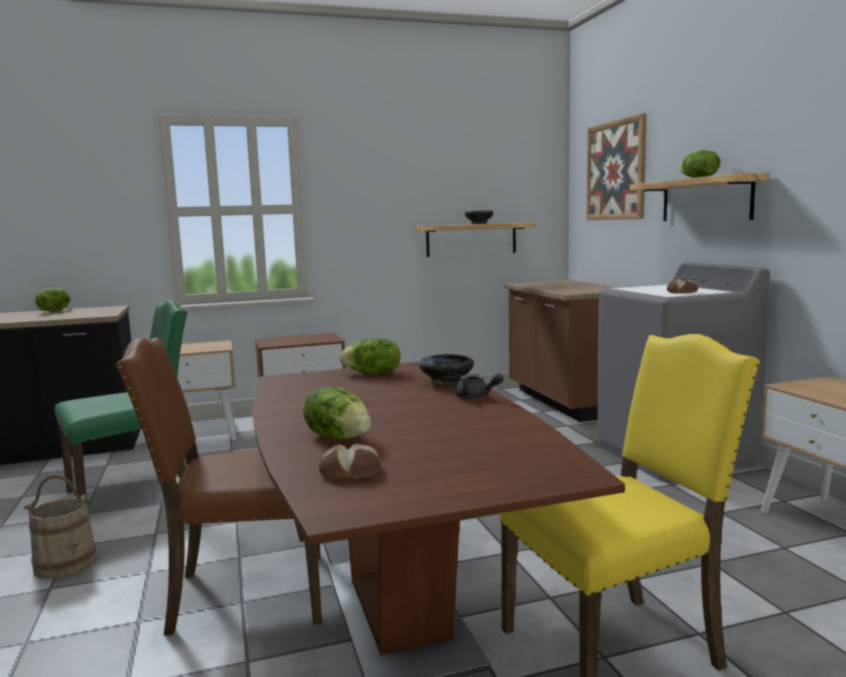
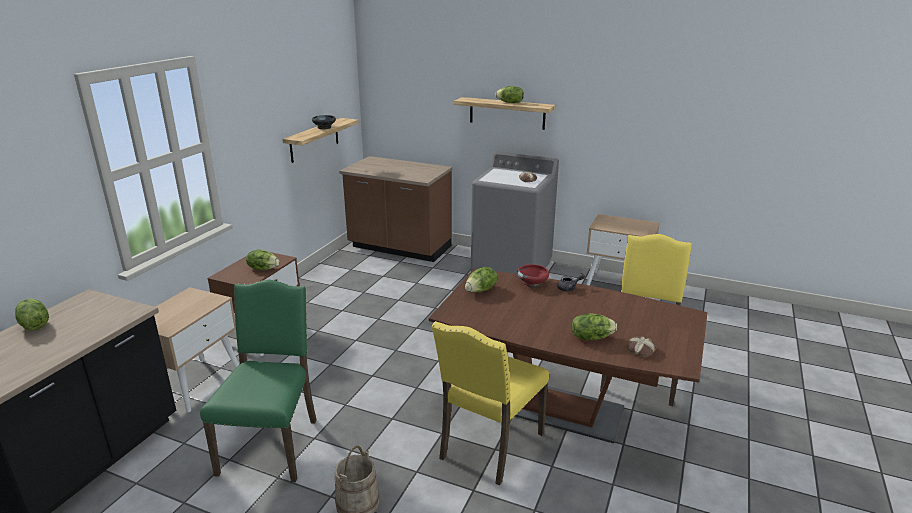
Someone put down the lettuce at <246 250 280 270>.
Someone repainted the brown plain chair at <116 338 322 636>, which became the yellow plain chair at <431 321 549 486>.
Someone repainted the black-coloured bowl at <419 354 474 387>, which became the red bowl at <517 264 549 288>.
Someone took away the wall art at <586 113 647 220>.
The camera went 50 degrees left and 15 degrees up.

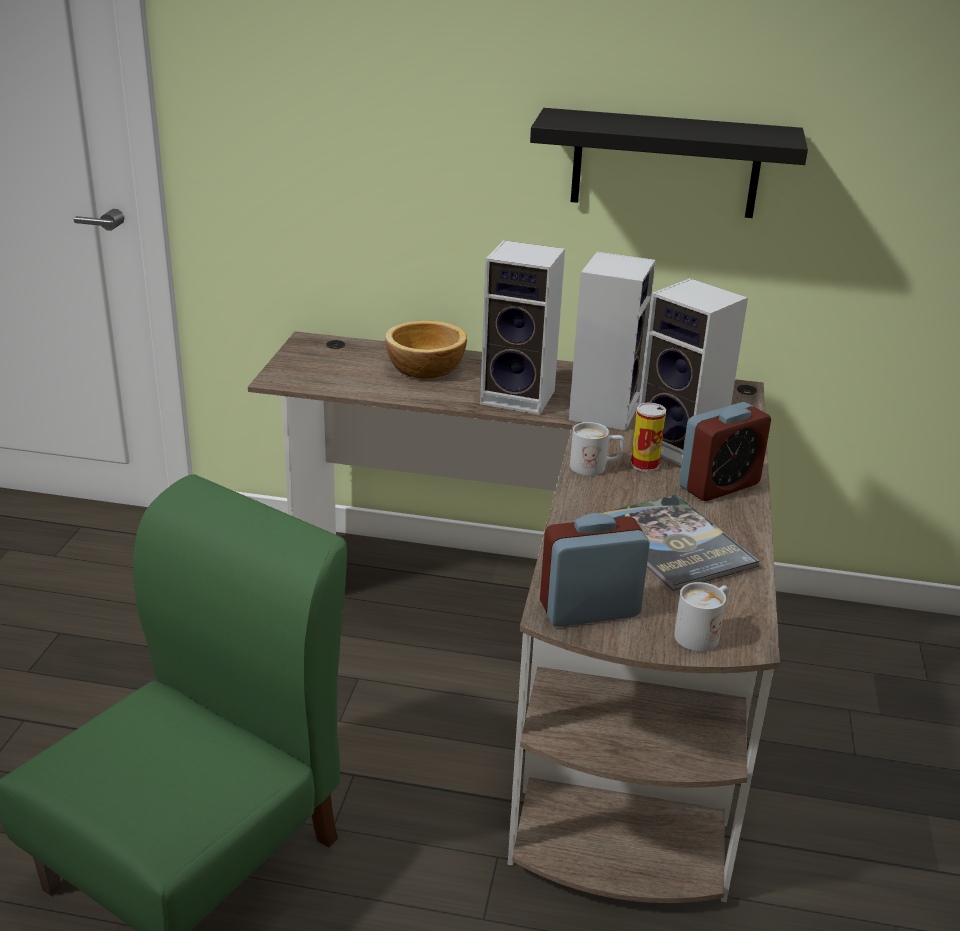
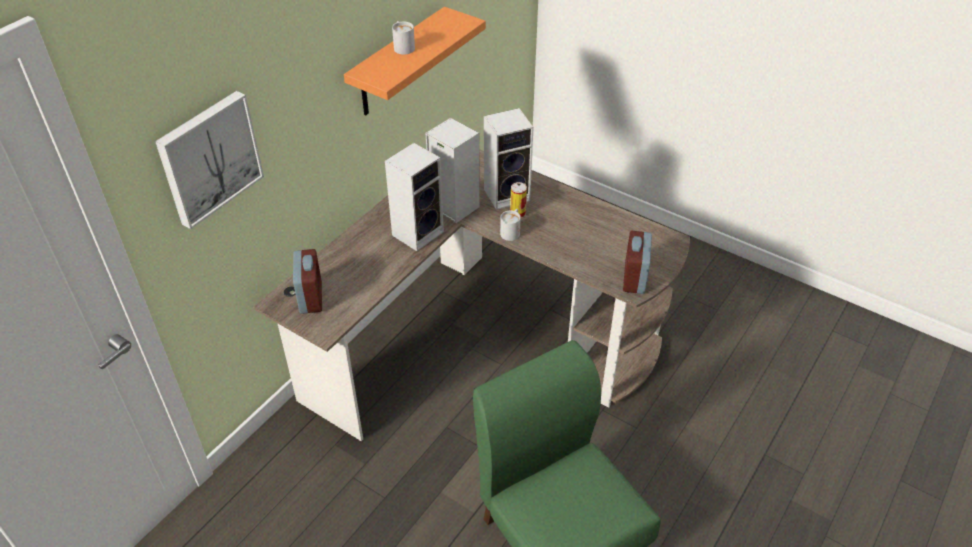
Someone put up the wall art at <155 91 264 229>.
Someone carried the bedside clock from <679 402 771 501> to <293 249 322 314>.
Someone repainted the black-coloured shelf at <530 108 808 218>, which became the orange shelf at <344 7 486 116>.
Someone carried the whitish tea mug from <674 582 728 651> to <392 21 415 55>.
Someone took away the bowl at <385 320 467 379>.
Someone took away the bound book at <602 495 759 591>.
The camera went 65 degrees left and 15 degrees up.

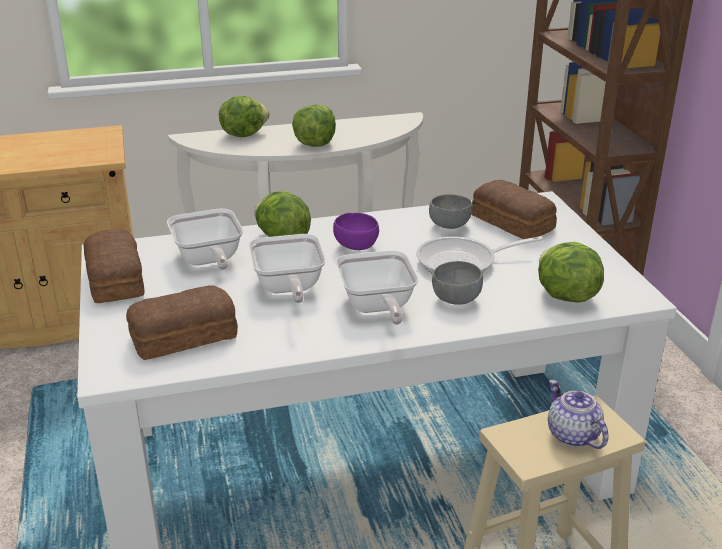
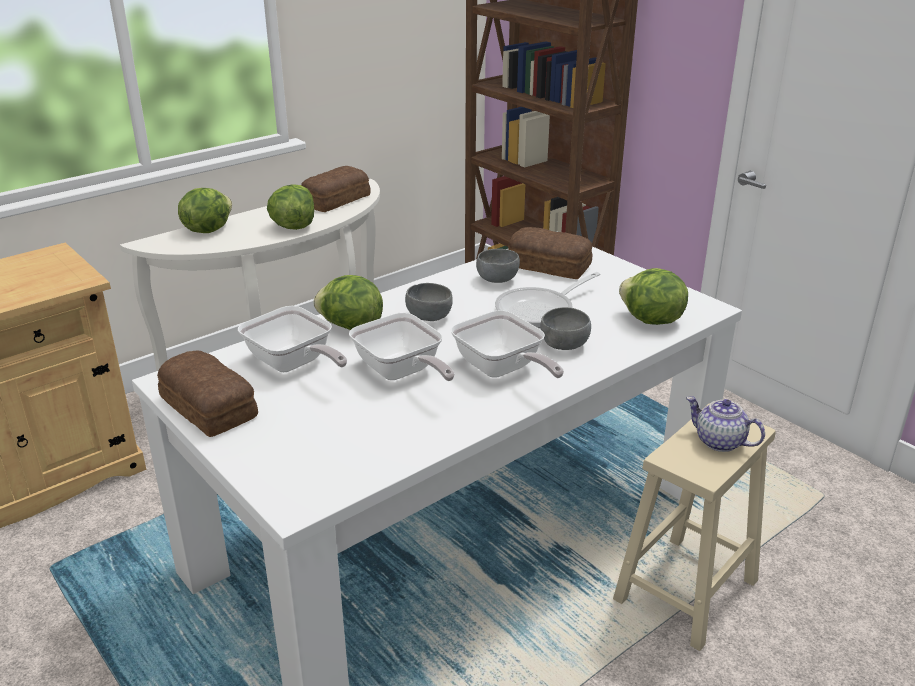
Someone carried the bread from <126 285 238 360> to <301 166 371 212>.
Someone repainted the purplish bowl at <333 213 379 250>, which became the gray bowl at <405 283 453 321>.
The camera went 25 degrees left and 0 degrees up.

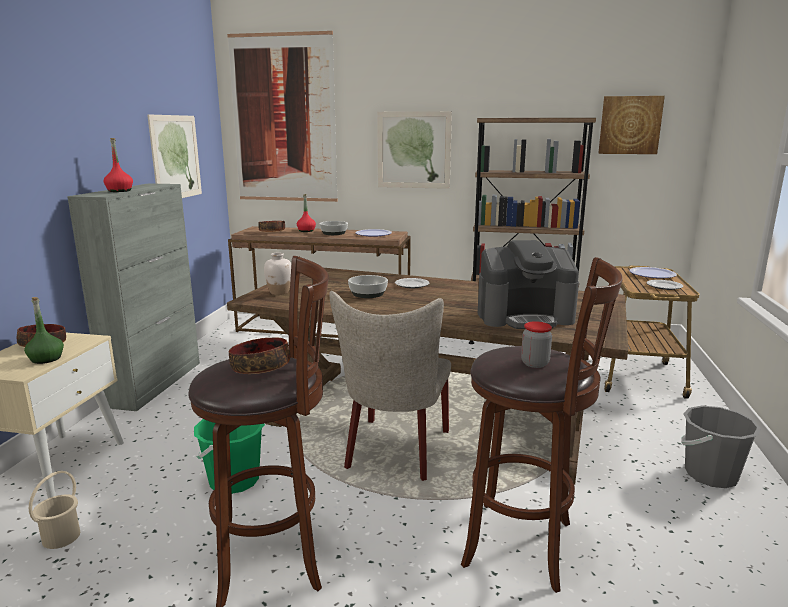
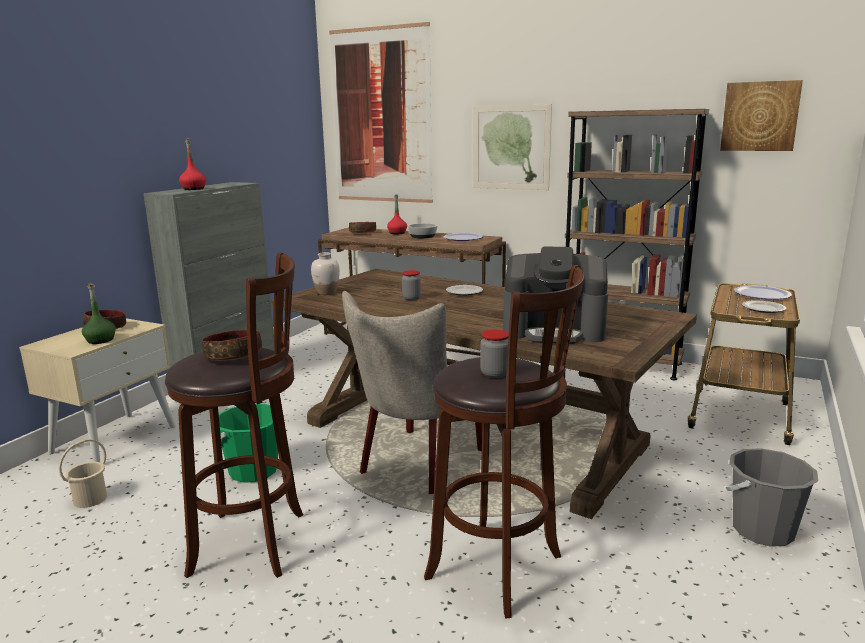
Someone swapped the bowl at <348 275 388 298> for the preserve jar at <402 270 421 300>.
Someone took away the wall art at <147 114 202 198>.
The camera went 15 degrees right and 0 degrees up.

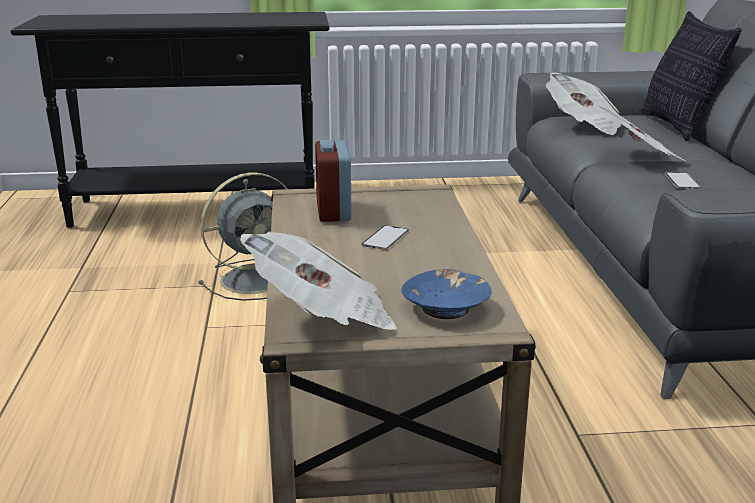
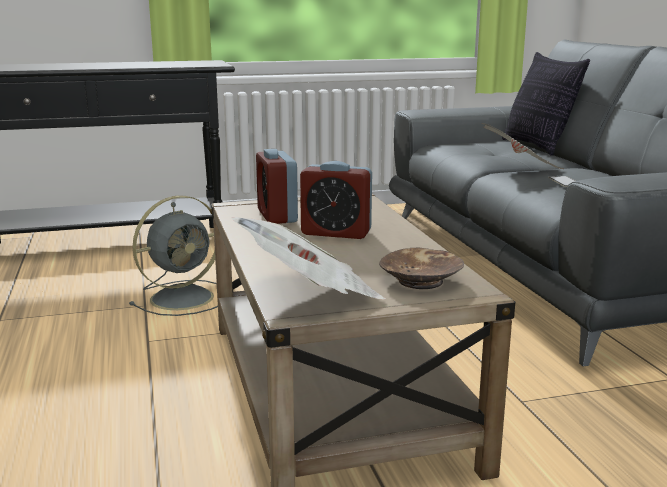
Someone swapped the handset at <362 225 409 250> for the bedside clock at <300 161 372 239>.
Someone repainted the bluish bowl at <401 269 492 319>, which became the brown bowl at <379 248 464 289>.
Someone took away the newspaper at <546 72 621 135>.
The camera went 10 degrees left and 5 degrees down.

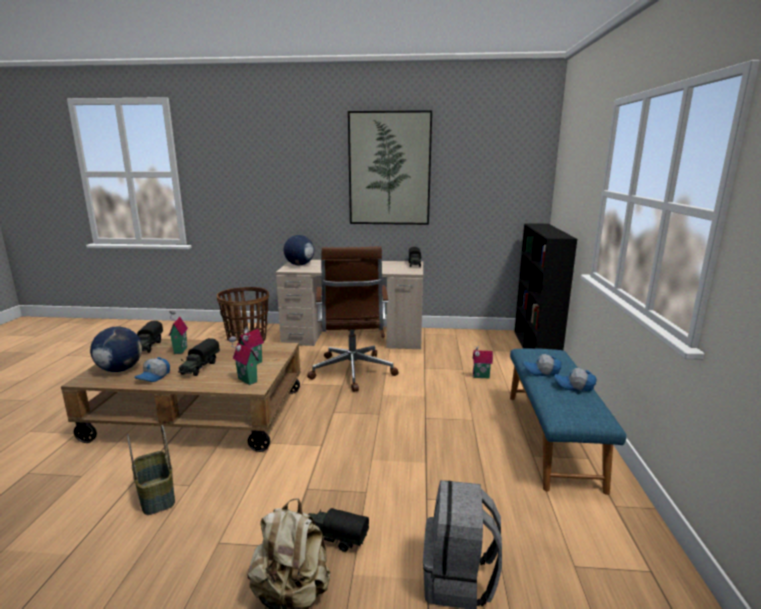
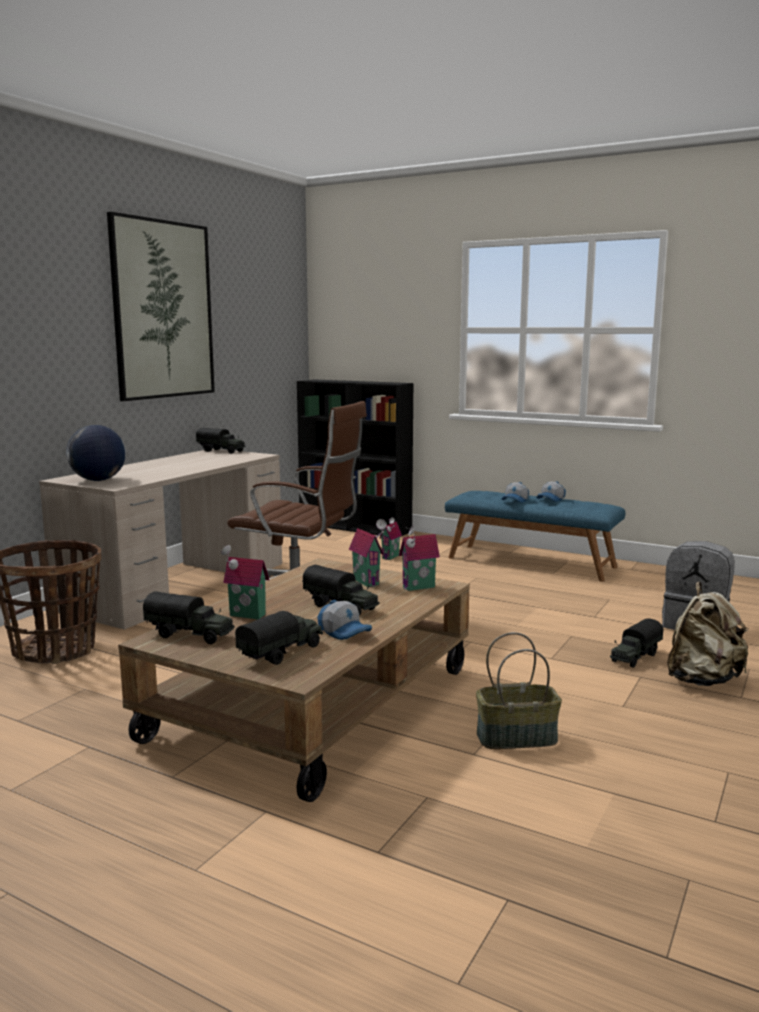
Someone swapped the desk globe at <90 327 142 372> for the model truck at <235 611 323 665>.
The camera went 65 degrees left and 5 degrees down.

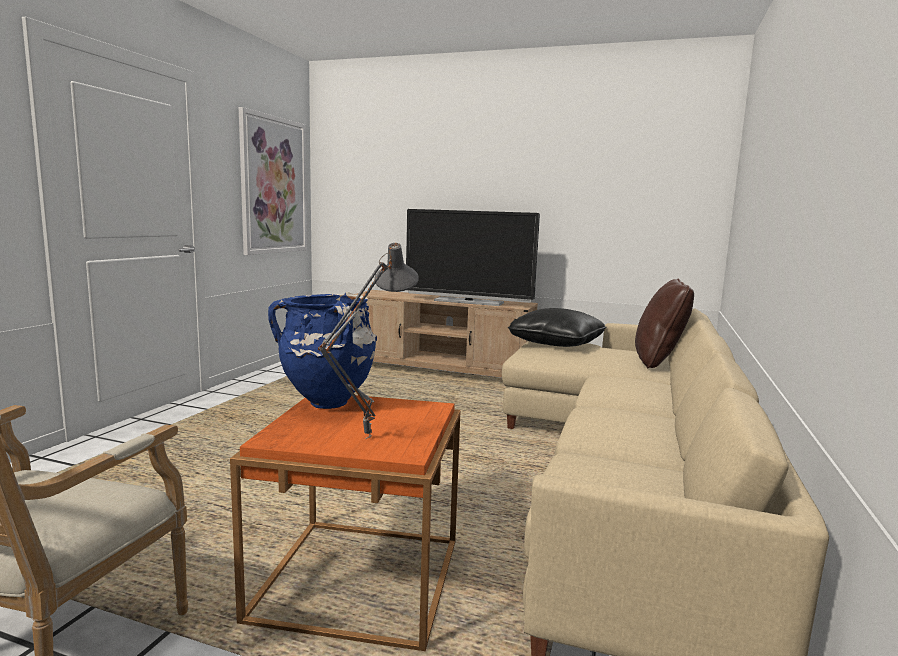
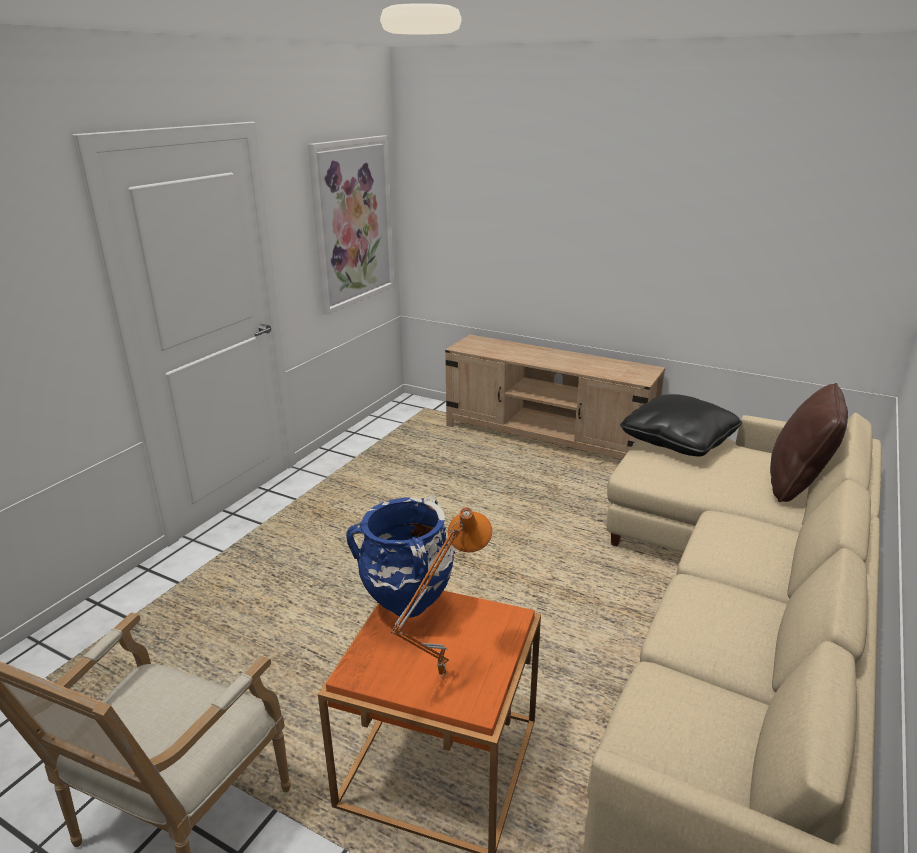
Someone repainted the gray tabletop lamp at <318 243 419 439>, which became the orange tabletop lamp at <391 507 492 679>.
Someone took away the TV set at <406 209 540 306>.
The camera went 10 degrees right and 15 degrees up.

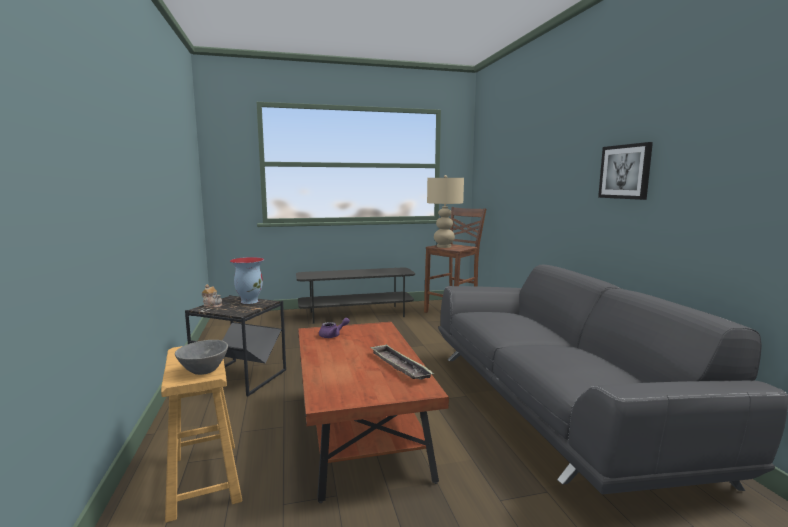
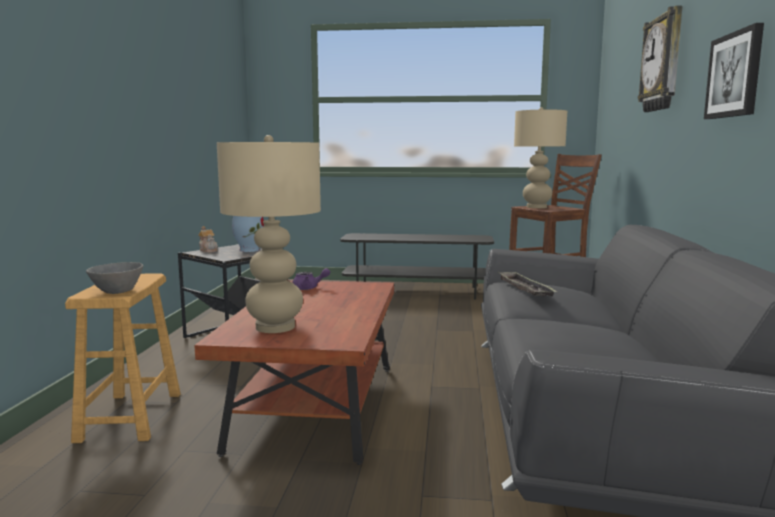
Someone put down the beige tabletop lamp at <217 135 321 333>.
Someone carried the carrying tray from <370 344 434 380> to <497 272 558 296>.
Someone put up the wall clock at <638 5 683 112>.
The camera went 20 degrees right and 0 degrees up.

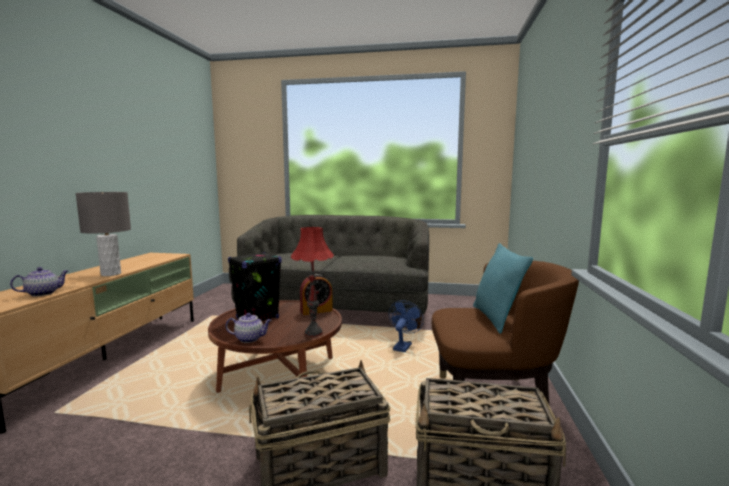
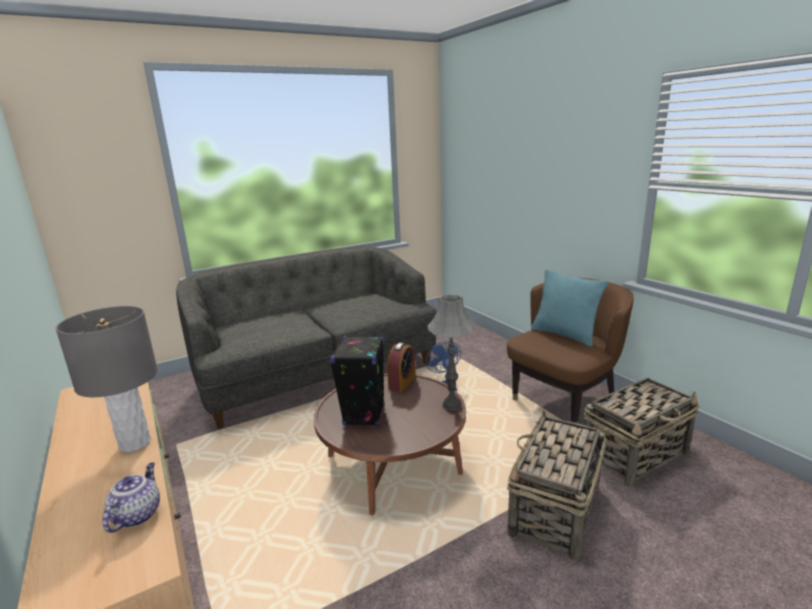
Someone repainted the red tabletop lamp at <291 227 334 337>, which became the gray tabletop lamp at <428 294 474 410>.
Someone took away the teapot at <226 313 272 343>.
The camera went 40 degrees left and 10 degrees up.

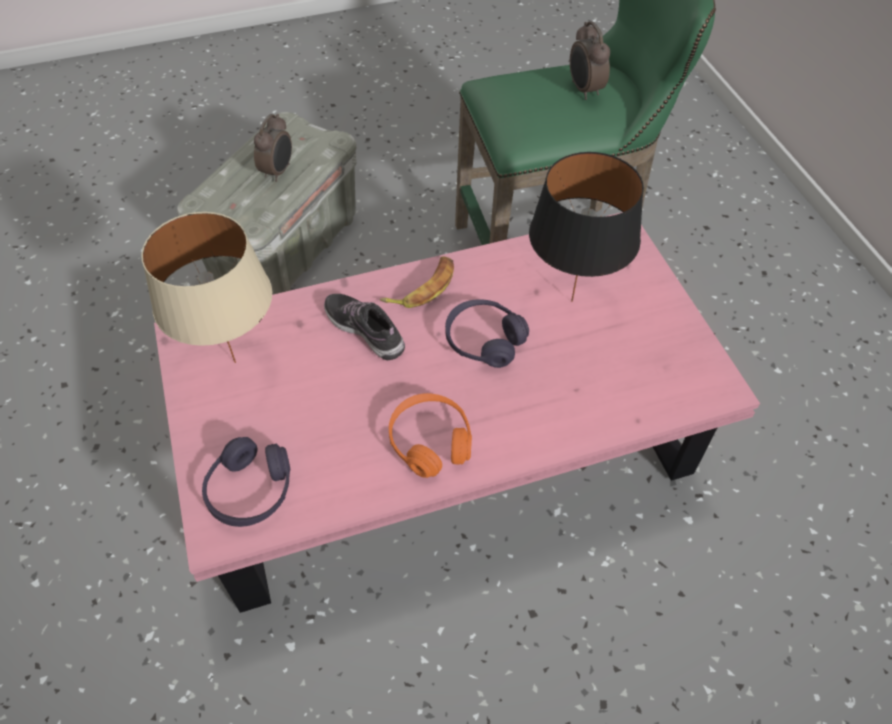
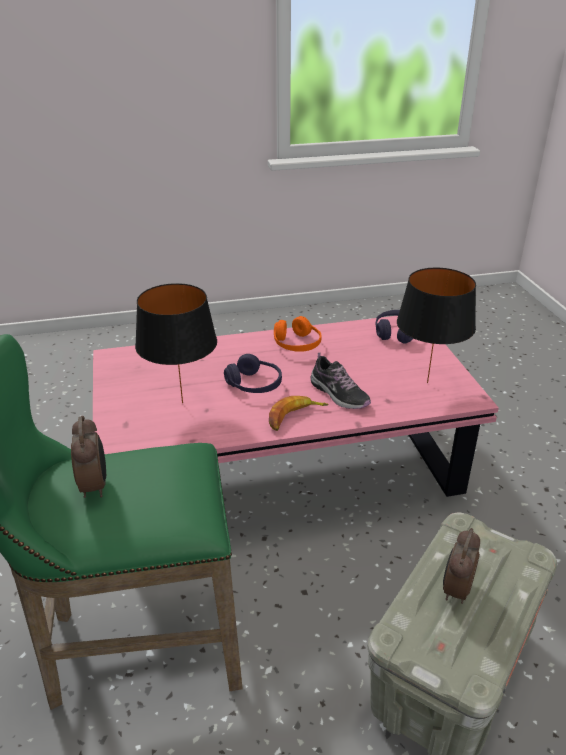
Someone repainted the beige tabletop lamp at <142 212 272 363>, which became the black-coloured tabletop lamp at <397 268 476 383>.
The camera went 175 degrees left and 20 degrees down.

